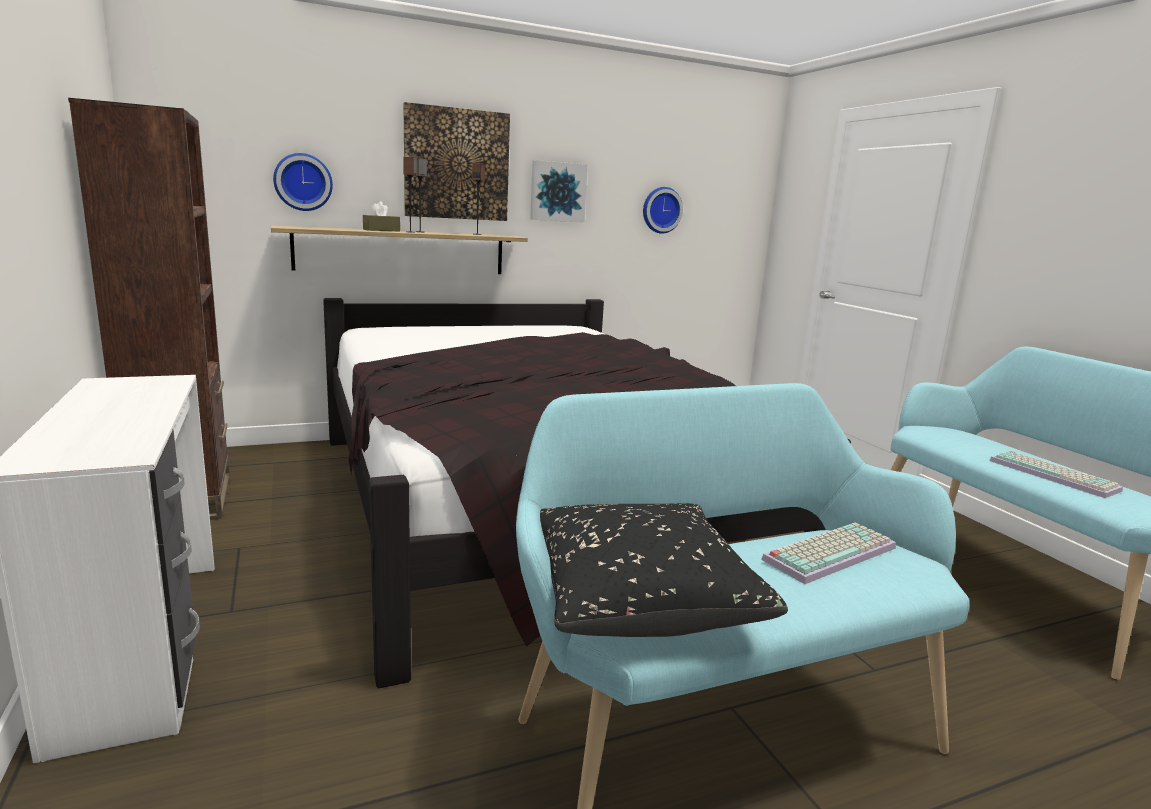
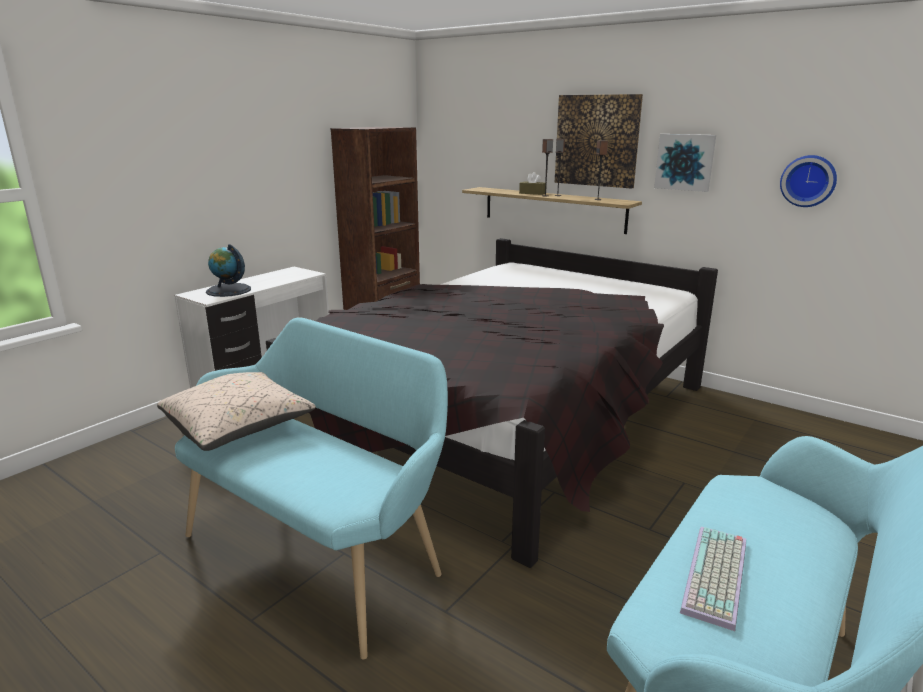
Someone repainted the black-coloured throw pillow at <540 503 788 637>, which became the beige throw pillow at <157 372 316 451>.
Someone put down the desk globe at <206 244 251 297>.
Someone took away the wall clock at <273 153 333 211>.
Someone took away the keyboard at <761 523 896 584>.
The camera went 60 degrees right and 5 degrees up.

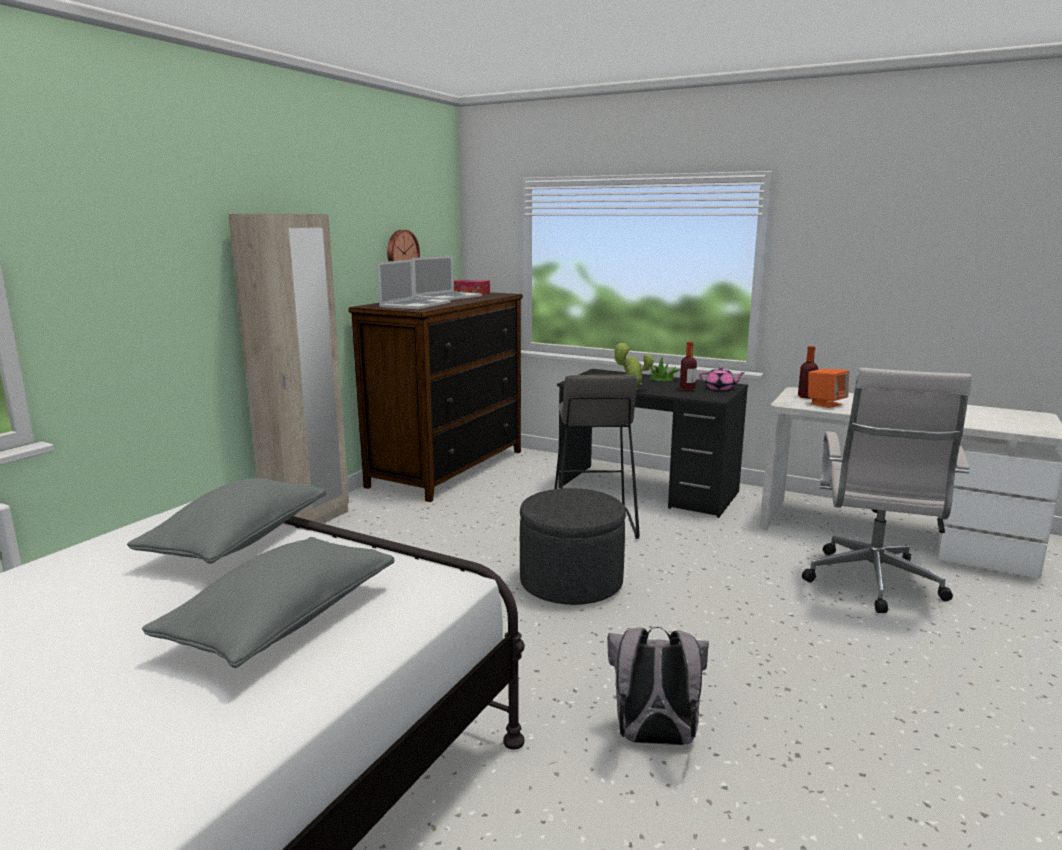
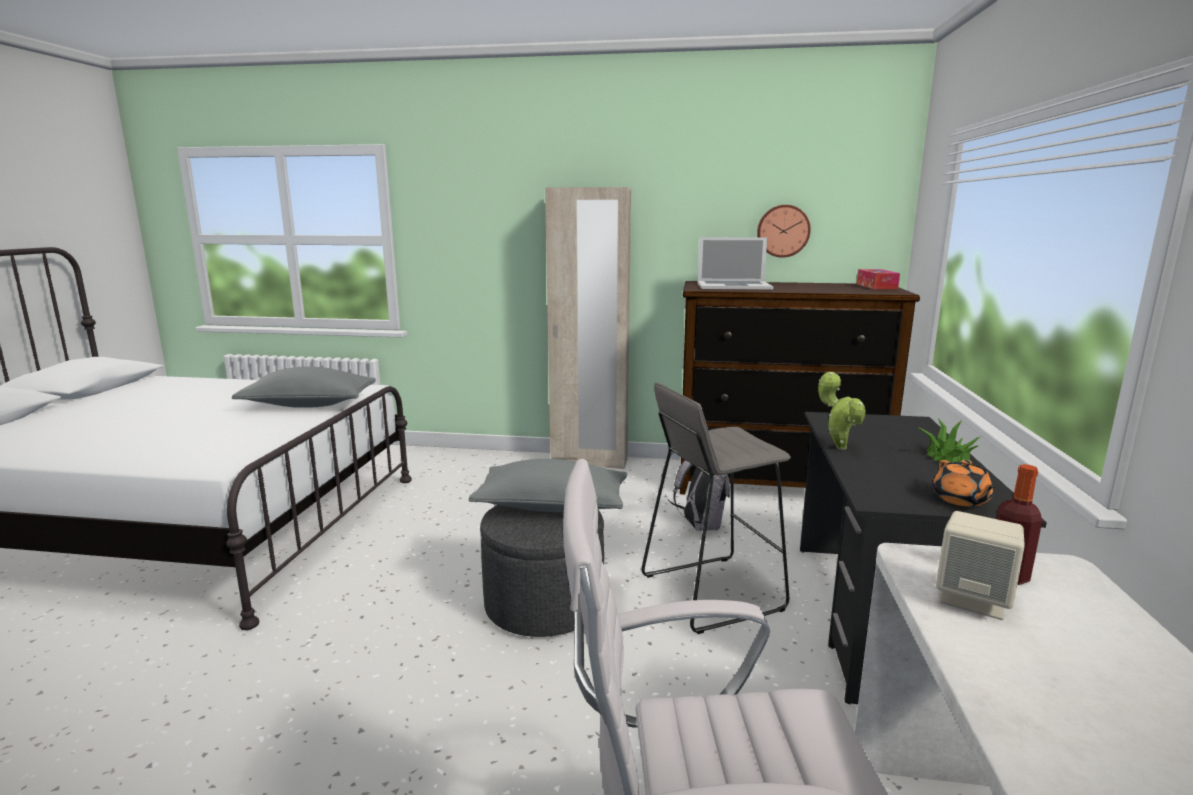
Someone carried the gray throw pillow from <142 537 395 668> to <468 459 628 512>.
Someone carried the gray rucksack from <607 627 709 745> to <661 451 730 531>.
Someone repainted the pink teapot at <699 367 744 390>, which became the orange teapot at <933 460 996 507>.
Someone repainted the orange loudspeaker at <808 369 849 408>, which became the beige loudspeaker at <936 511 1024 620>.
Someone took away the laptop at <412 256 482 300>.
Someone took away the drink bottle at <680 342 697 391>.
The camera went 70 degrees right and 0 degrees up.

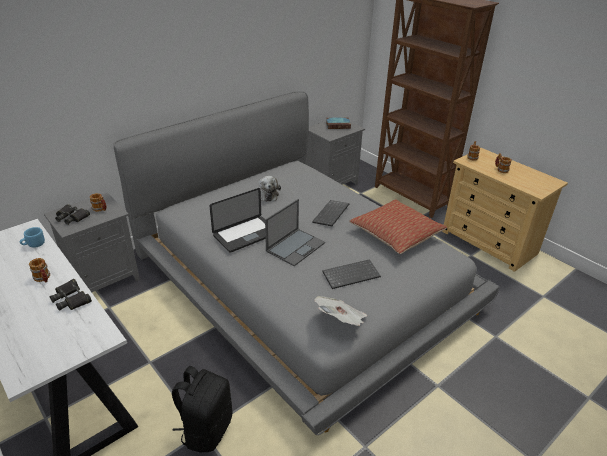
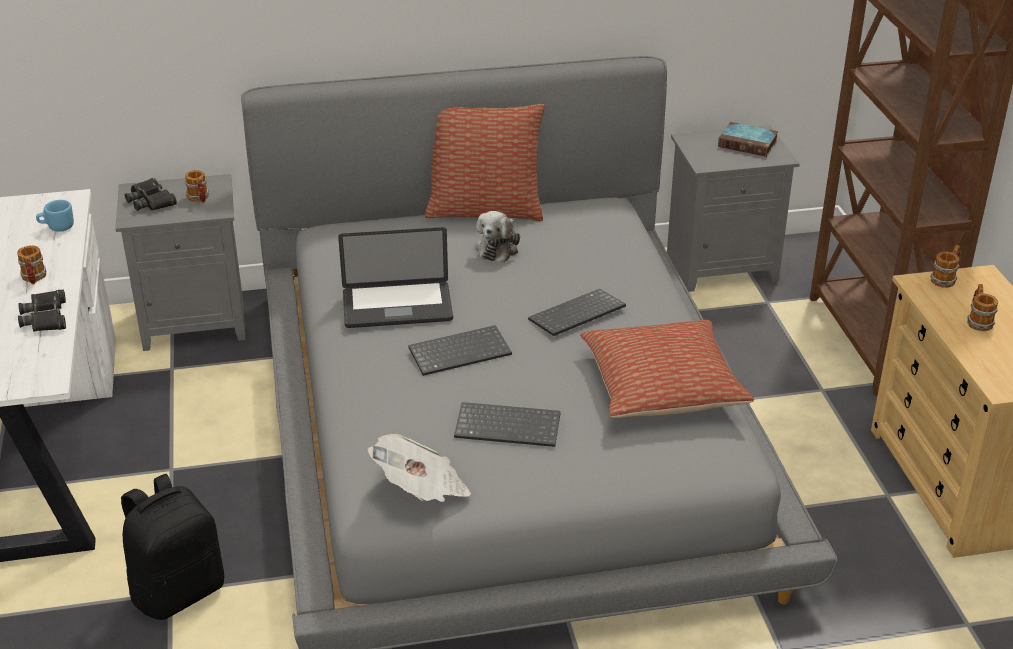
Someone swapped the laptop at <265 199 325 266> for the keyboard at <408 325 512 376>.
Someone put down the throw pillow at <425 104 545 221>.
The camera went 30 degrees right and 0 degrees up.

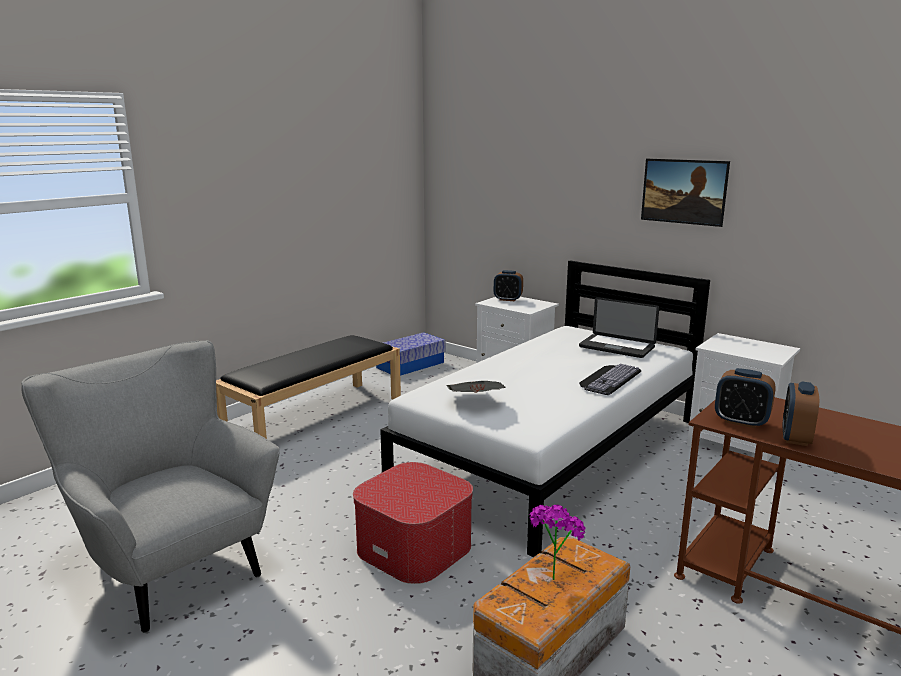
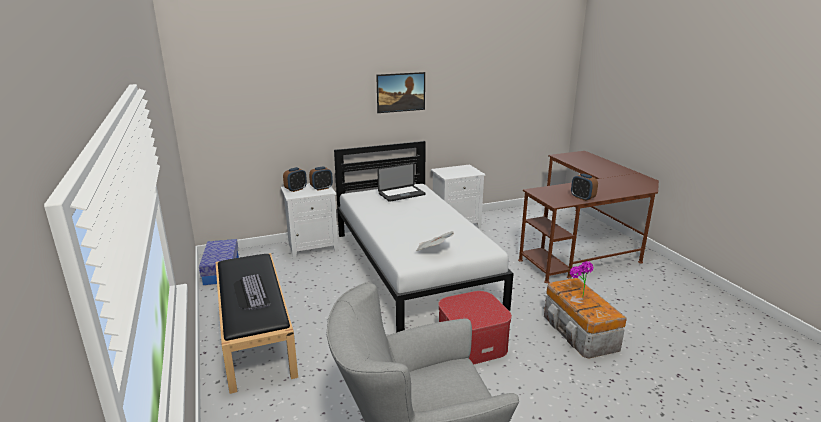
Someone carried the keyboard from <579 364 641 395> to <233 274 270 310>.
Someone carried the bedside clock from <715 368 776 428> to <309 166 333 191>.
The camera went 60 degrees left and 5 degrees up.

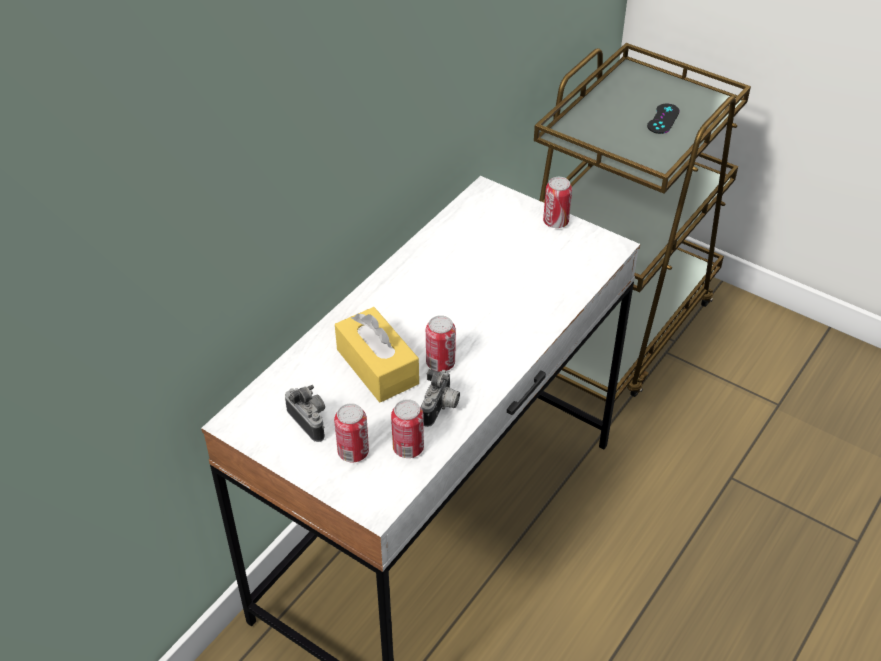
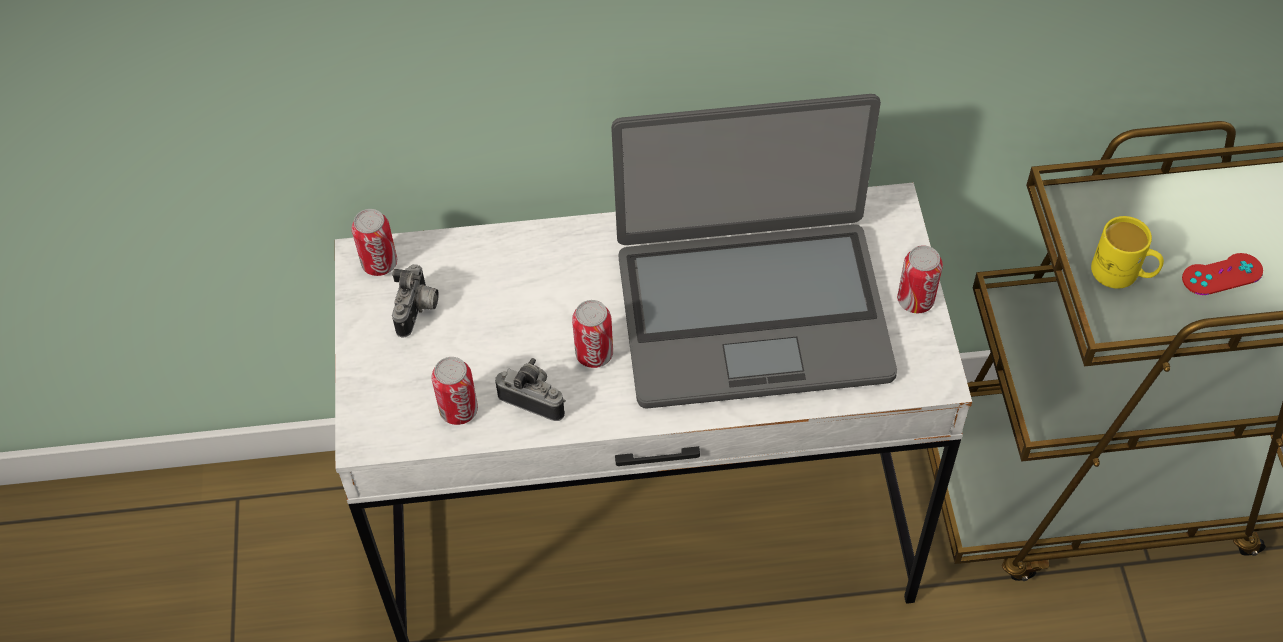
Someone carried the sealed can from <334 403 369 462> to <352 209 397 276>.
Someone rotated the still camera at <421 369 460 427> by 135 degrees counterclockwise.
Someone put down the laptop at <611 94 897 408>.
Someone put down the yellow tea mug at <1091 216 1164 289>.
Someone repainted the black-coloured game controller at <647 103 680 134>, which became the red game controller at <1182 253 1263 295>.
Someone took away the yellow tissue holder at <335 307 419 402>.
The camera went 50 degrees right and 10 degrees up.

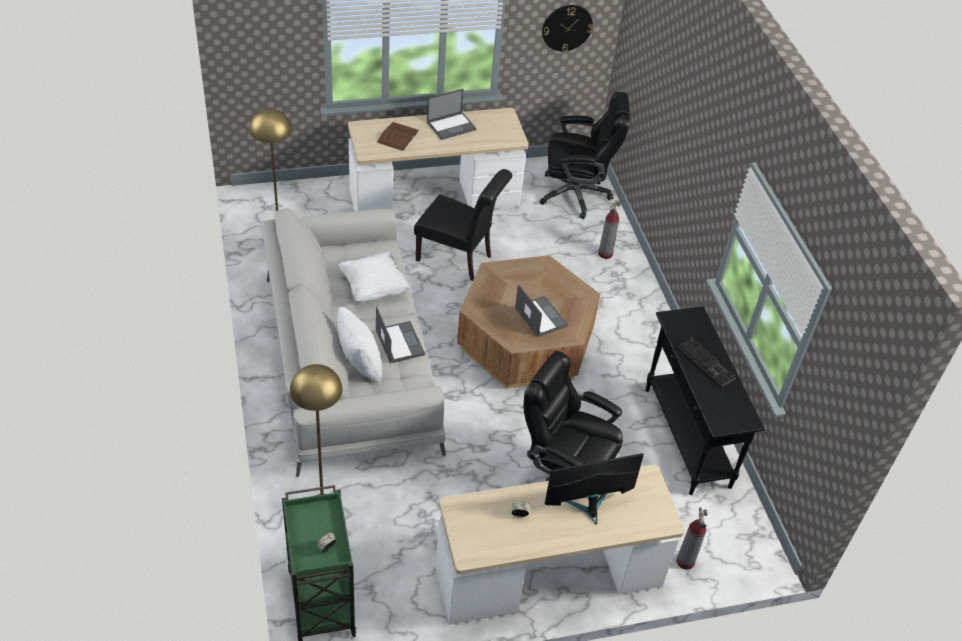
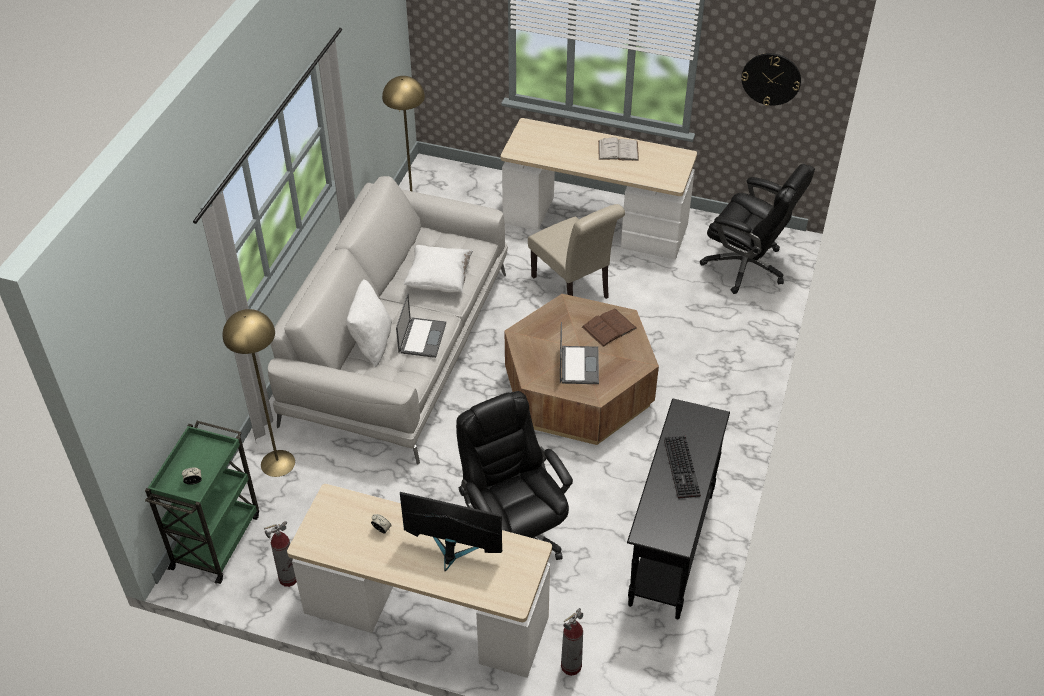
Someone carried the fire-fighting cylinder from <598 200 621 259> to <264 521 297 587>.
Someone repainted the black-coloured plain chair at <414 169 512 281>, which became the beige plain chair at <528 204 625 299>.
Someone carried the brown bound book from <377 122 419 151> to <582 309 637 347>.
Someone swapped the laptop at <427 89 477 140> for the whitish bound book at <598 137 639 161>.
The camera went 35 degrees right and 0 degrees up.

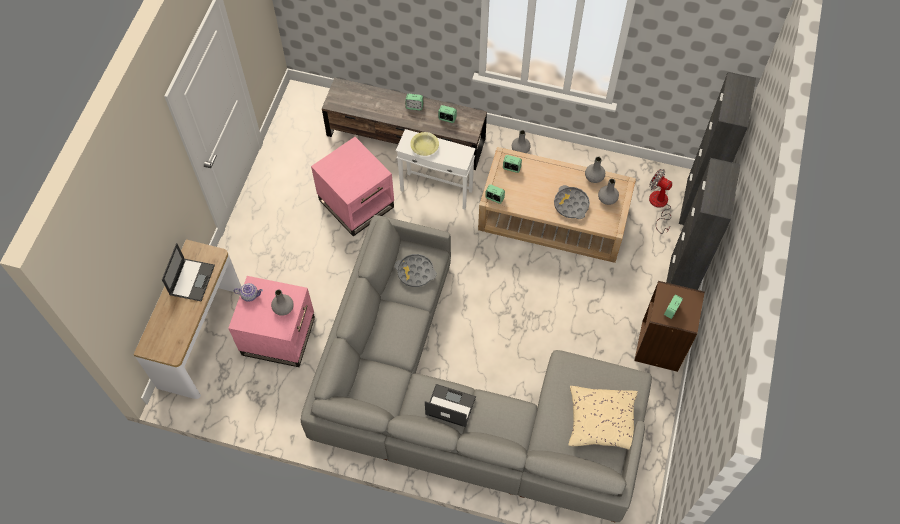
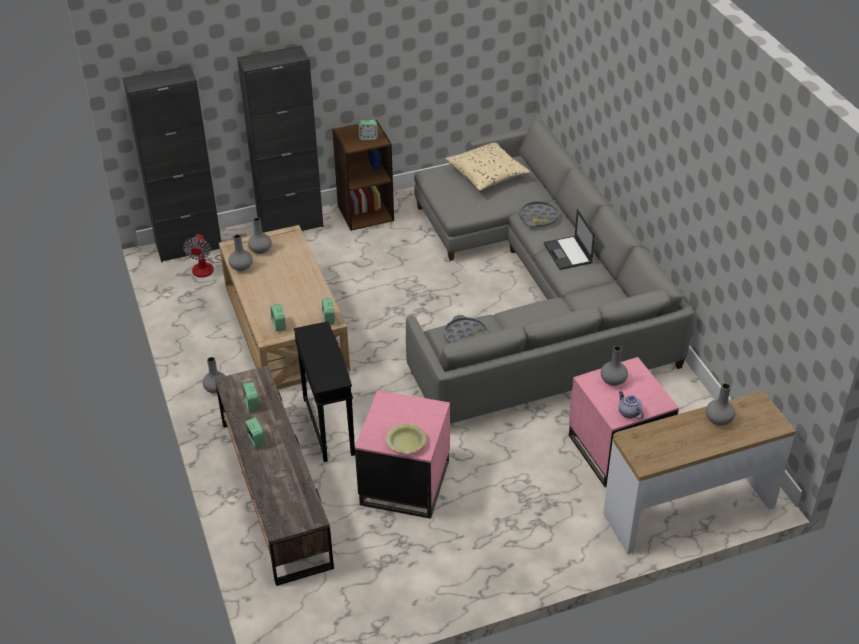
Someone repainted the whitish side table at <396 129 476 209>, which became the black-coloured side table at <294 321 355 462>.
Someone carried the yellow bowl from <410 132 439 156> to <386 424 426 453>.
Someone carried the gray carrying tray from <554 185 590 219> to <519 200 559 227>.
Someone put down the gray vase at <706 383 736 425>.
Someone took away the laptop at <162 243 215 302>.
The camera went 125 degrees left and 20 degrees down.

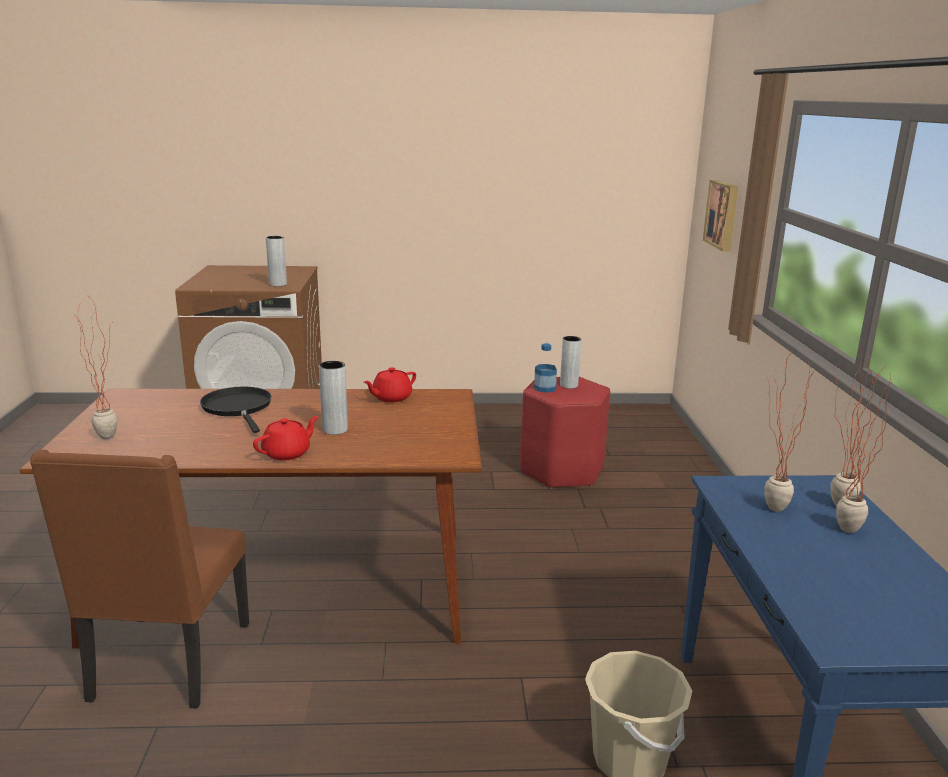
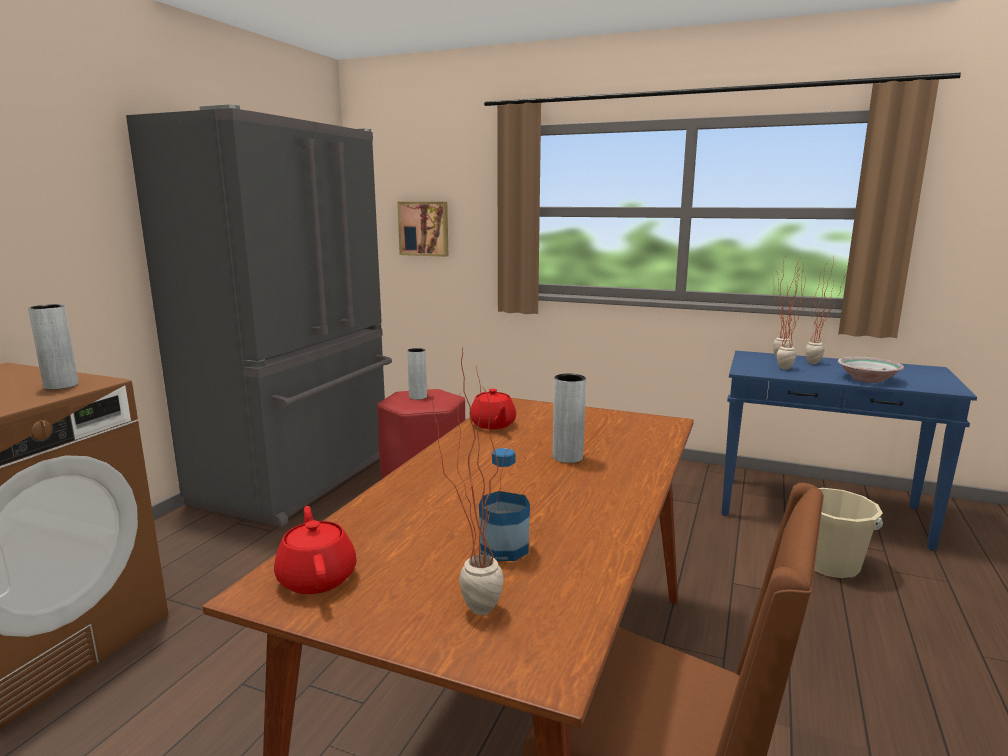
Someone put down the gray fridge at <126 105 392 527>.
Someone carried the red teapot from <253 416 319 460> to <274 506 356 594>.
Someone carried the drink bottle from <534 343 557 393> to <479 448 530 561>.
Someone put down the bowl at <838 357 904 383>.
Someone took away the black-coloured frying pan at <200 387 271 433>.
The camera went 65 degrees left and 5 degrees down.

